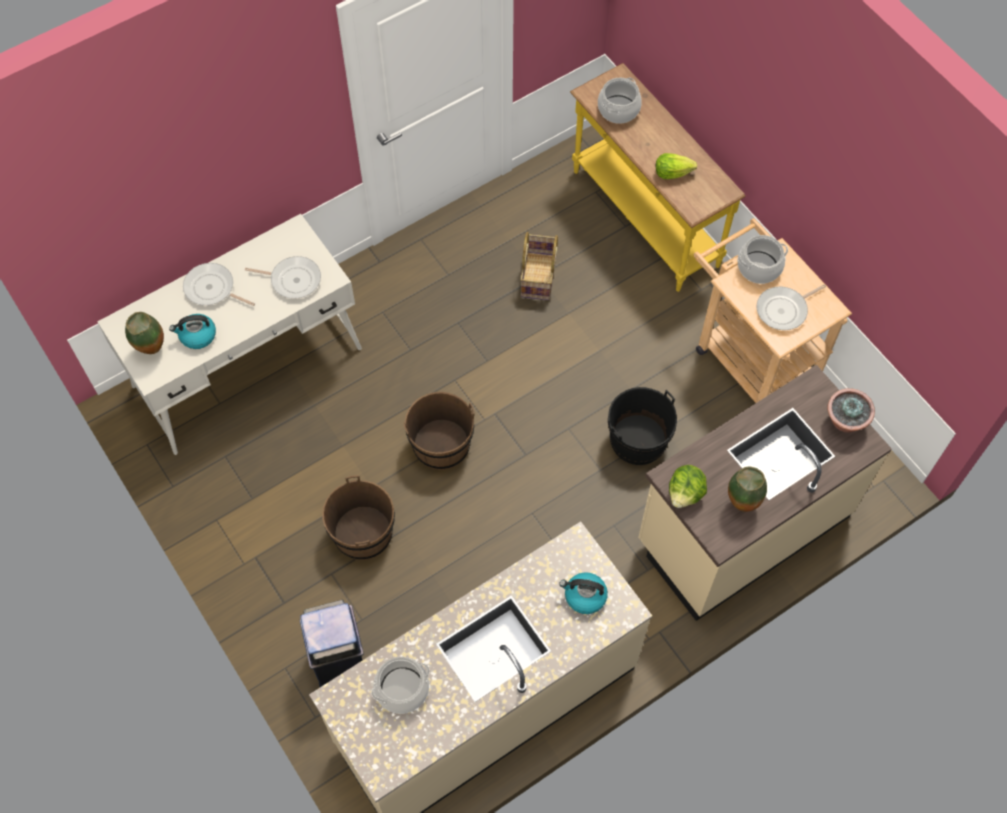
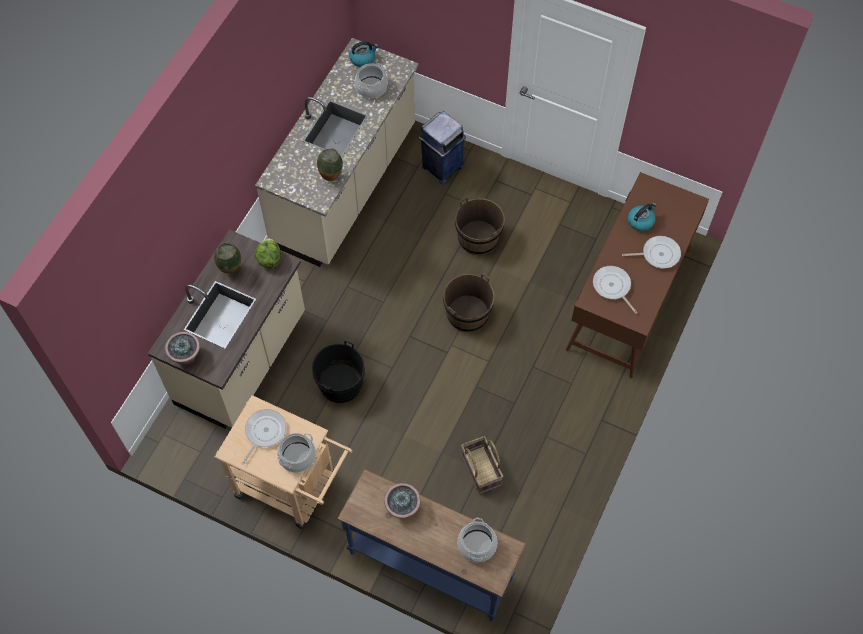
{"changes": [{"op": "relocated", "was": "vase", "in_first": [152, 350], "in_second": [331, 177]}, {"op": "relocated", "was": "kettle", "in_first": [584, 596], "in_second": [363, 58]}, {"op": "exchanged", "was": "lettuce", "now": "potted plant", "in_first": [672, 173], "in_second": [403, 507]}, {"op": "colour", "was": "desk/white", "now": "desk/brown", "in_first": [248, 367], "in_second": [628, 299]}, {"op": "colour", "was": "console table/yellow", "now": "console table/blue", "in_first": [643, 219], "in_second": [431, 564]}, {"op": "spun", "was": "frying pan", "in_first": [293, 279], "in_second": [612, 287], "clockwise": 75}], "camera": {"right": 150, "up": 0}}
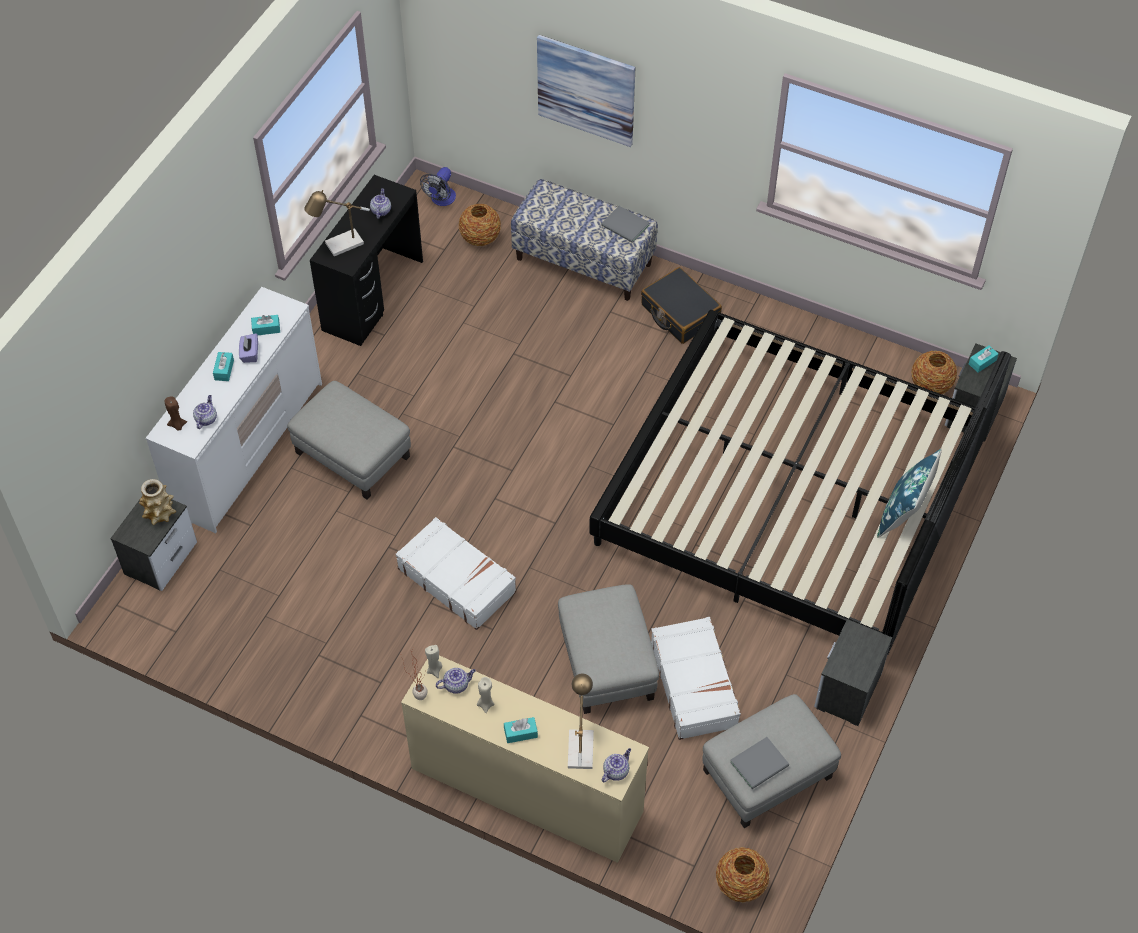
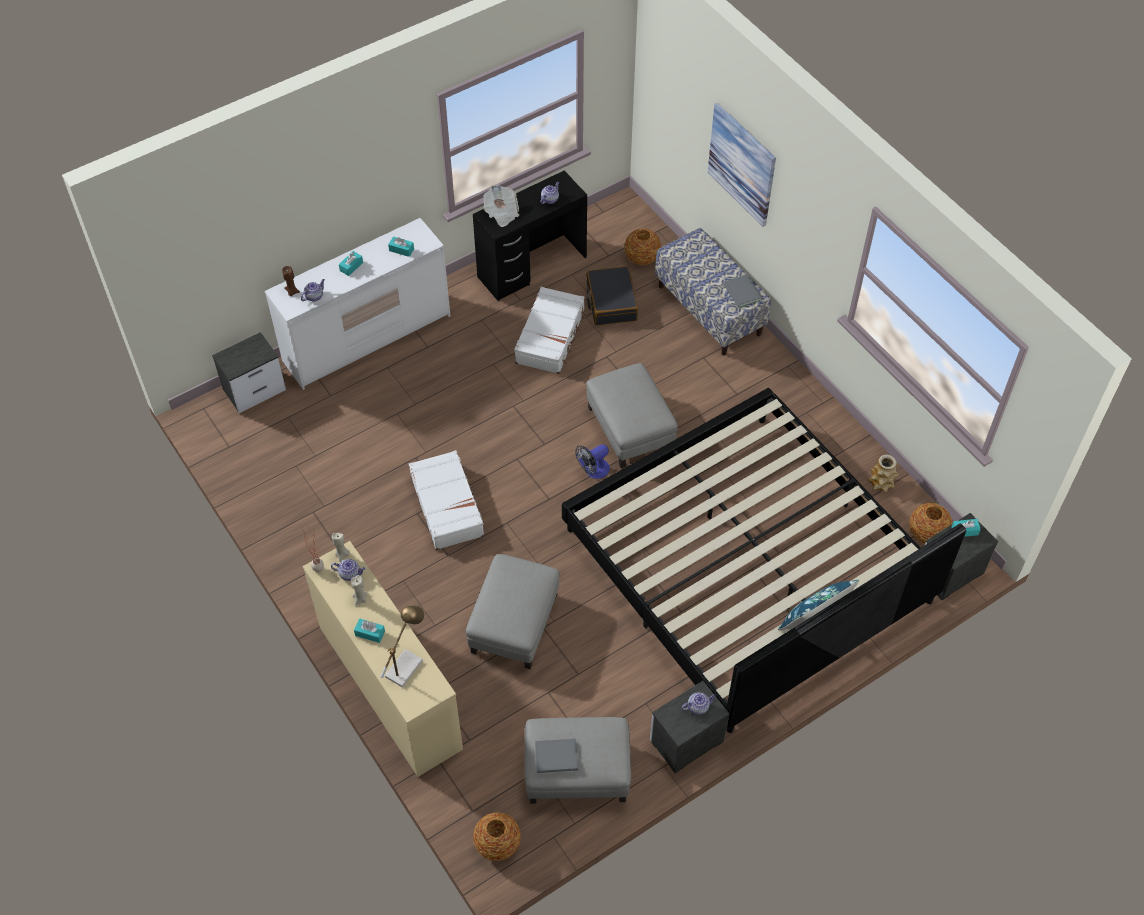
{"changes": [{"op": "missing", "was": "tissue box/purple", "in_first": [250, 354]}, {"op": "relocated", "was": "vase", "in_first": [160, 513], "in_second": [881, 483]}, {"op": "relocated", "was": "ottoman/grey", "in_first": [353, 454], "in_second": [630, 428]}, {"op": "relocated", "was": "fan", "in_first": [441, 200], "in_second": [593, 471]}, {"op": "relocated", "was": "teapot", "in_first": [616, 771], "in_second": [698, 706]}, {"op": "relocated", "was": "suitcase/black", "in_first": [680, 313], "in_second": [611, 302]}, {"op": "relocated", "was": "suitcase/white", "in_first": [694, 684], "in_second": [551, 337]}, {"op": "exchanged", "was": "table lamp", "now": "newspaper", "in_first": [340, 246], "in_second": [501, 213]}], "camera": {"right": 30, "up": 0}}
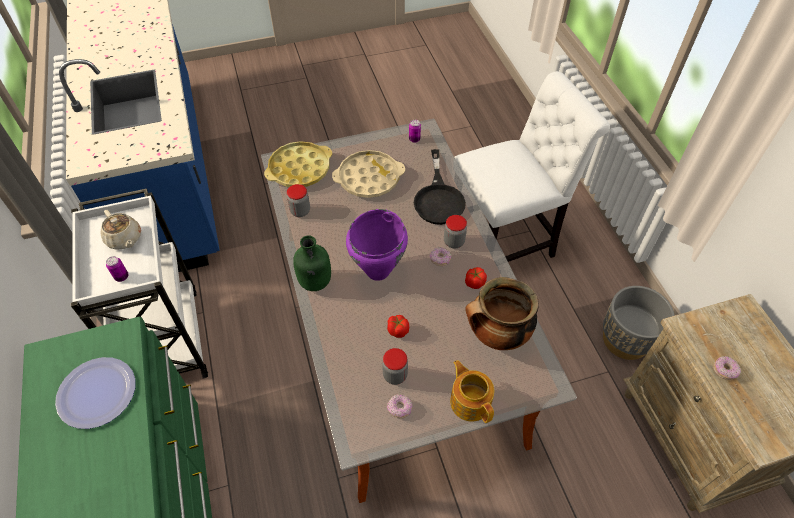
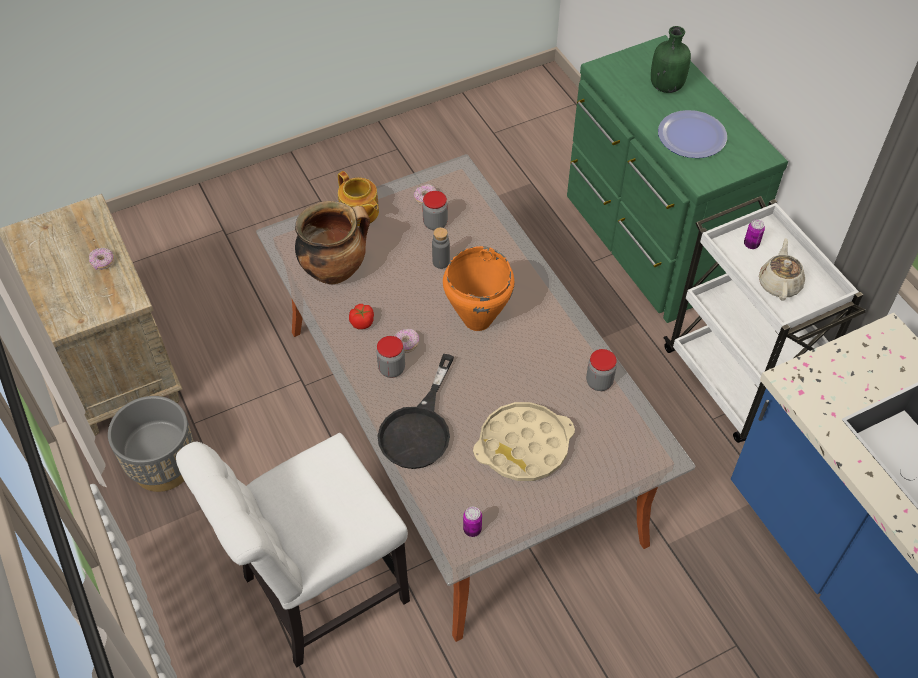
{"changes": [{"op": "missing", "was": "tray/yellow", "in_first": [299, 169]}, {"op": "relocated", "was": "bottle/green", "in_first": [315, 282], "in_second": [666, 86]}, {"op": "exchanged", "was": "tomato", "now": "bottle/grey", "in_first": [398, 330], "in_second": [441, 262]}, {"op": "colour", "was": "cooking pot/purple", "now": "cooking pot/orange", "in_first": [378, 271], "in_second": [477, 320]}, {"op": "spun", "was": "teapot/beige", "in_first": [124, 239], "in_second": [779, 283], "clockwise": 60}, {"op": "spun", "was": "frying pan/black", "in_first": [438, 198], "in_second": [419, 428], "clockwise": -150}], "camera": {"right": 170, "up": 0}}
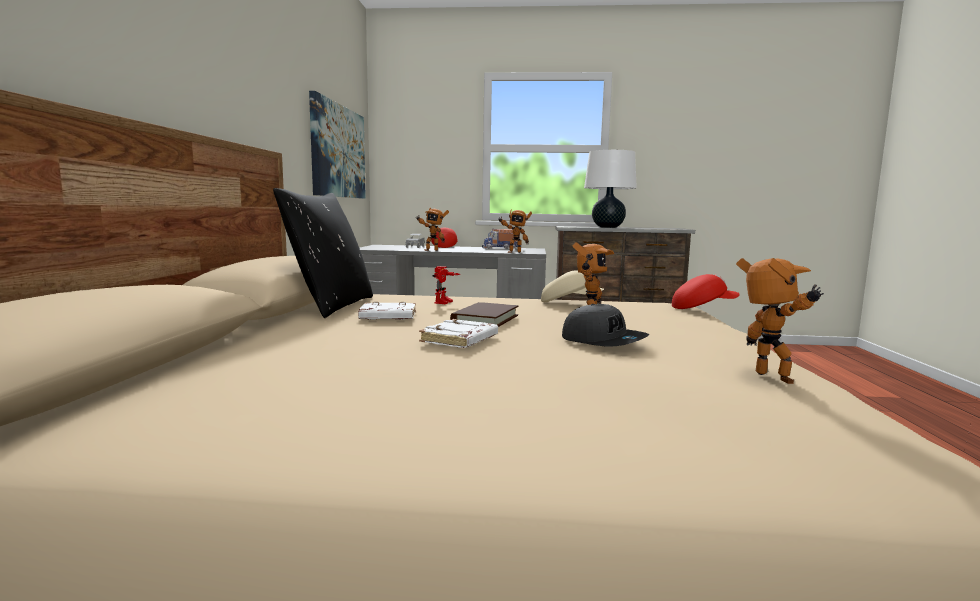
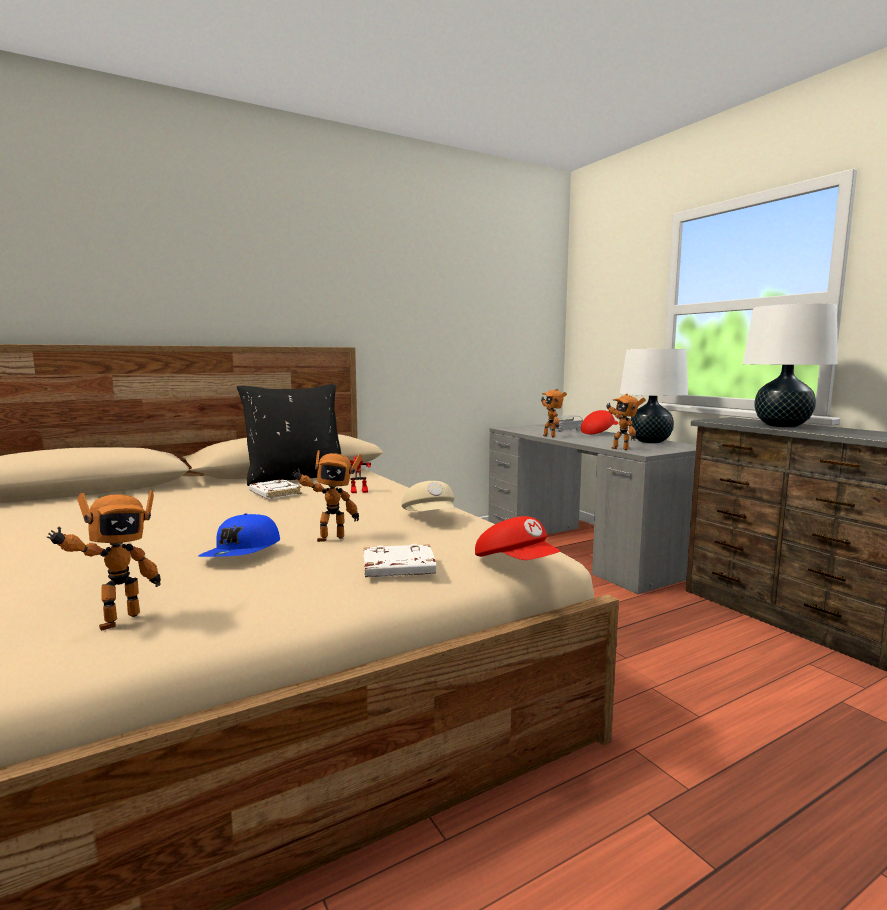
{"changes": [{"op": "missing", "was": "picture", "in_first": [338, 151]}, {"op": "missing", "was": "book/brown", "in_first": [485, 319]}, {"op": "relocated", "was": "book/white", "in_first": [460, 340], "in_second": [398, 568]}, {"op": "exchanged", "was": "toy truck", "now": "table lamp/white", "in_first": [501, 248], "in_second": [650, 441]}, {"op": "colour", "was": "cap/grey", "now": "cap/blue", "in_first": [603, 341], "in_second": [243, 552]}], "camera": {"right": 55, "up": 0}}
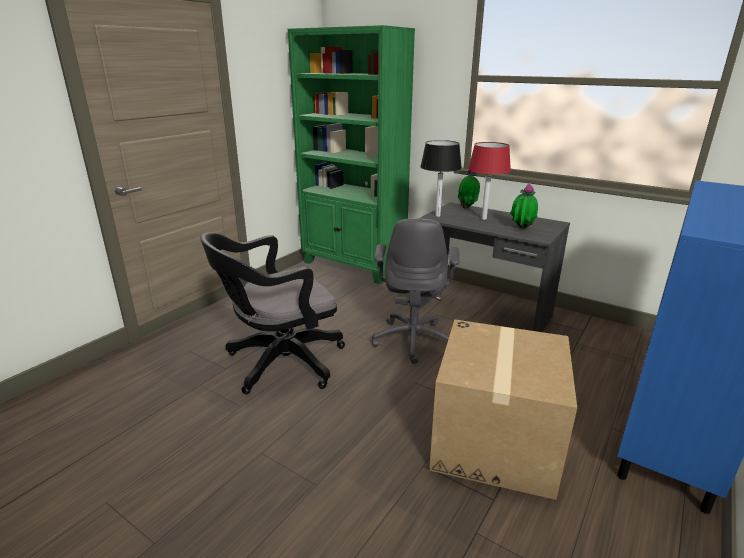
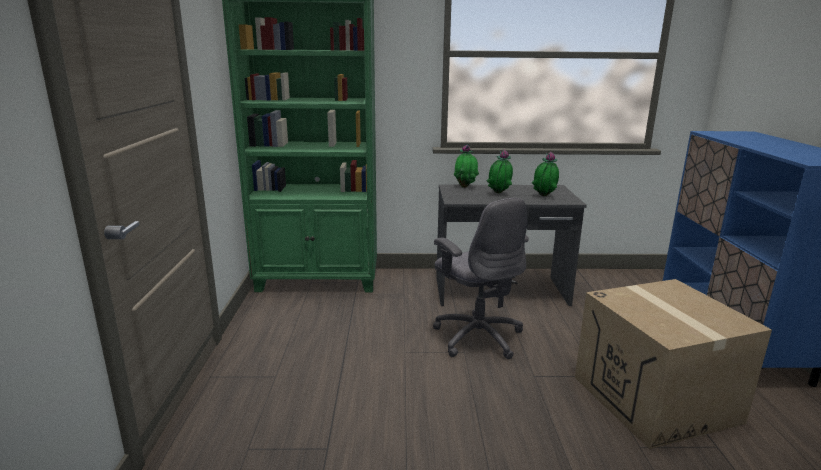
{"changes": [{"op": "missing", "was": "office chair/black", "in_first": [280, 363]}, {"op": "missing", "was": "table lamp/black", "in_first": [437, 216]}, {"op": "exchanged", "was": "table lamp/red", "now": "potted plant", "in_first": [483, 219], "in_second": [499, 194]}], "camera": {"right": -35, "up": -5}}
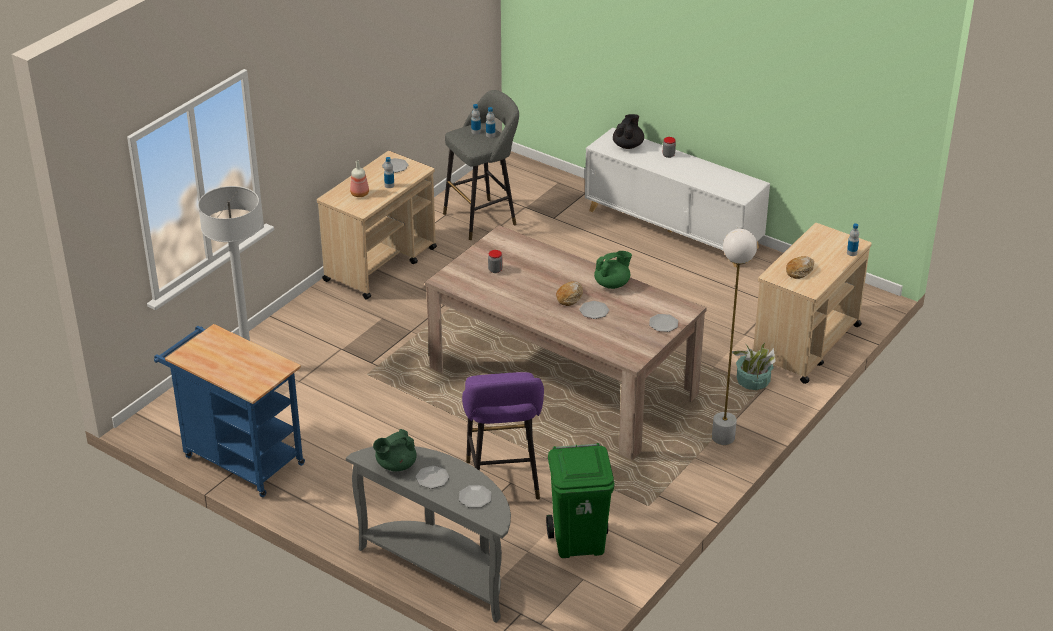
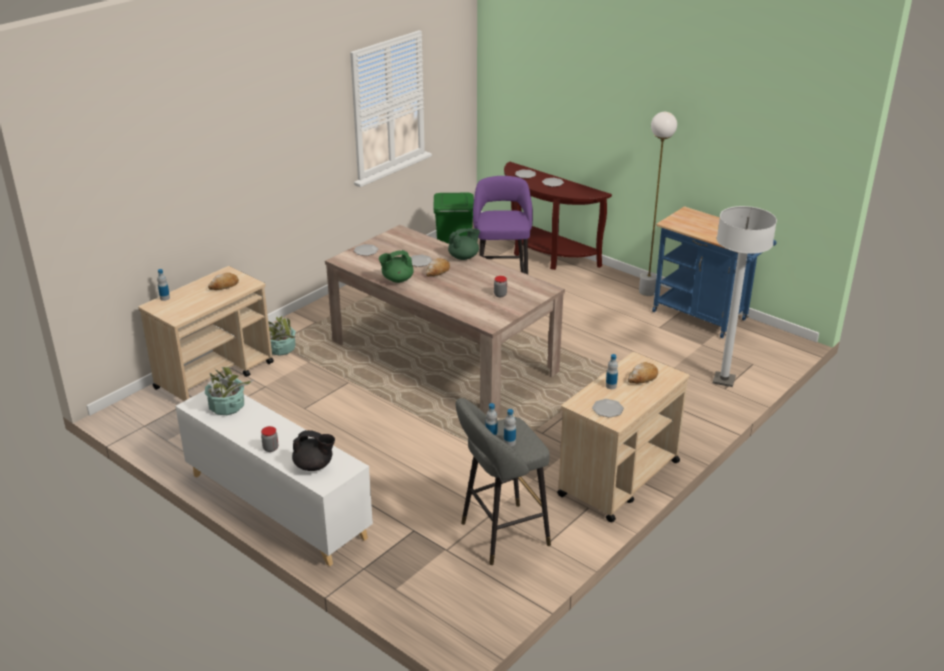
{"changes": [{"op": "appeared", "now": "potted plant", "in_second": [227, 406]}, {"op": "relocated", "was": "teapot/green", "in_first": [395, 465], "in_second": [464, 257]}, {"op": "relocated", "was": "floor lamp/white", "in_first": [723, 437], "in_second": [647, 292]}, {"op": "exchanged", "was": "bottle", "now": "bread", "in_first": [360, 193], "in_second": [642, 378]}, {"op": "colour", "was": "console table/grey", "now": "console table/brown", "in_first": [442, 570], "in_second": [545, 255]}, {"op": "spun", "was": "teapot/black", "in_first": [628, 145], "in_second": [314, 465], "clockwise": -105}], "camera": {"right": -175, "up": -5}}
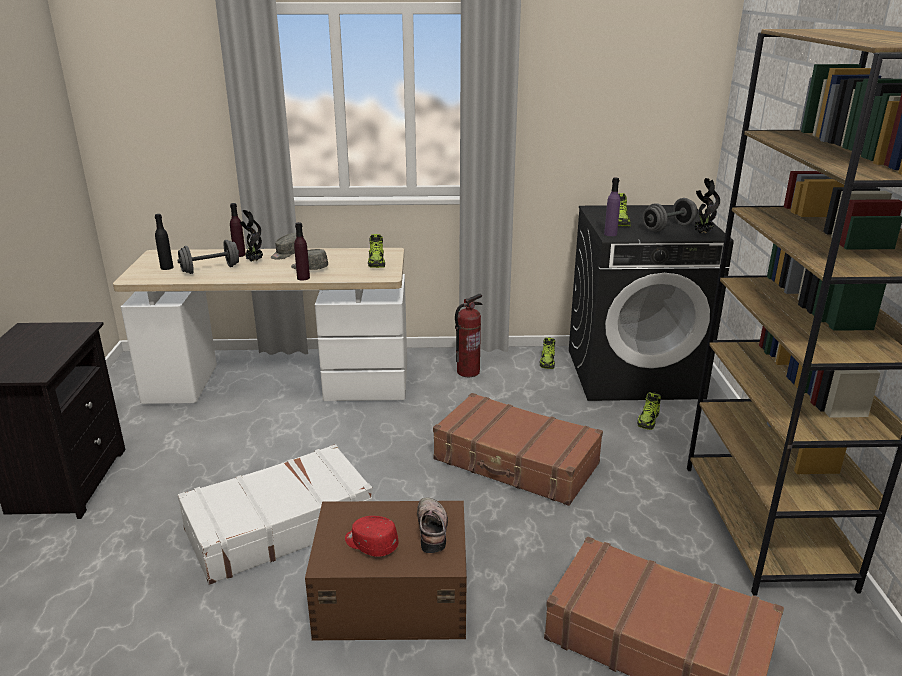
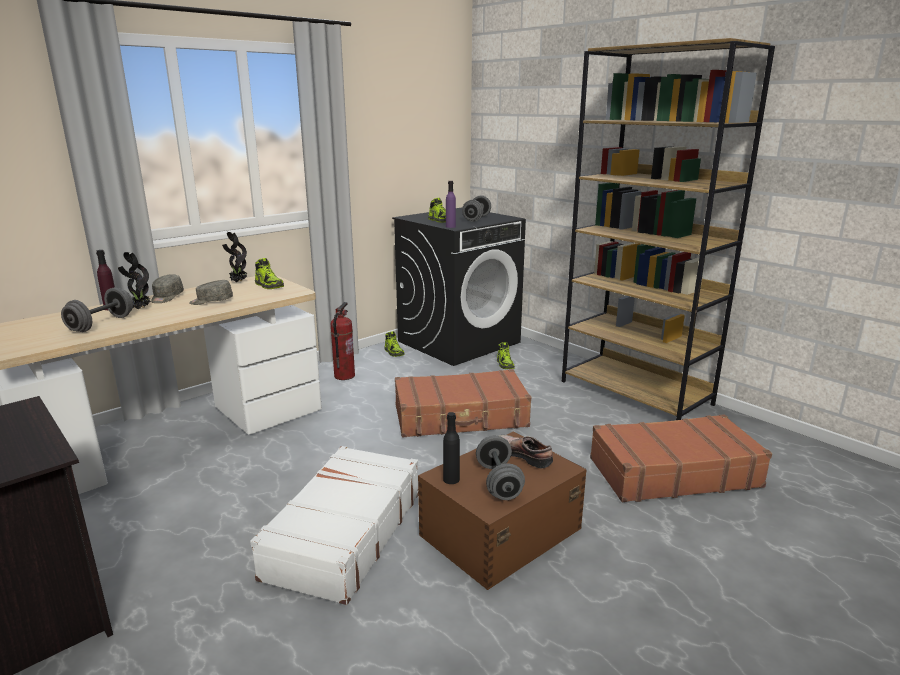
{"changes": [{"op": "missing", "was": "bottle/purple", "in_first": [303, 278]}, {"op": "relocated", "was": "bottle/black", "in_first": [167, 267], "in_second": [451, 479]}, {"op": "relocated", "was": "potted plant", "in_first": [702, 233], "in_second": [238, 282]}, {"op": "exchanged", "was": "cap/red", "now": "dumbbell/grey", "in_first": [370, 544], "in_second": [498, 482]}], "camera": {"right": -40, "up": -5}}
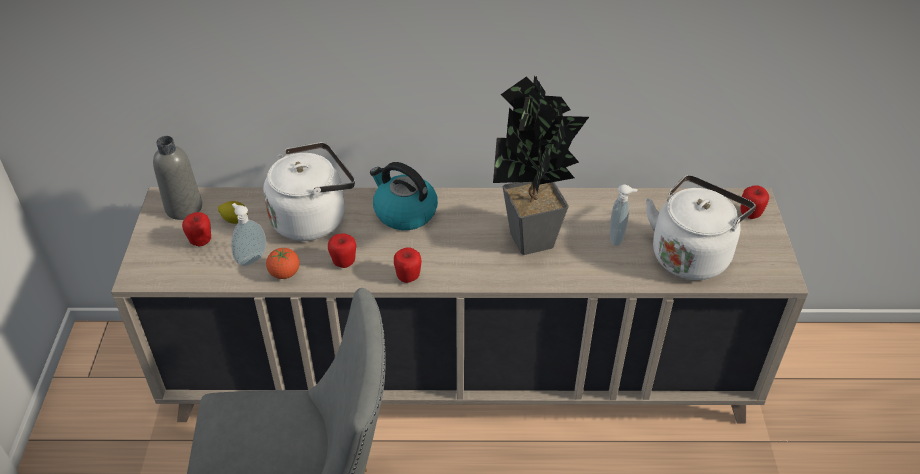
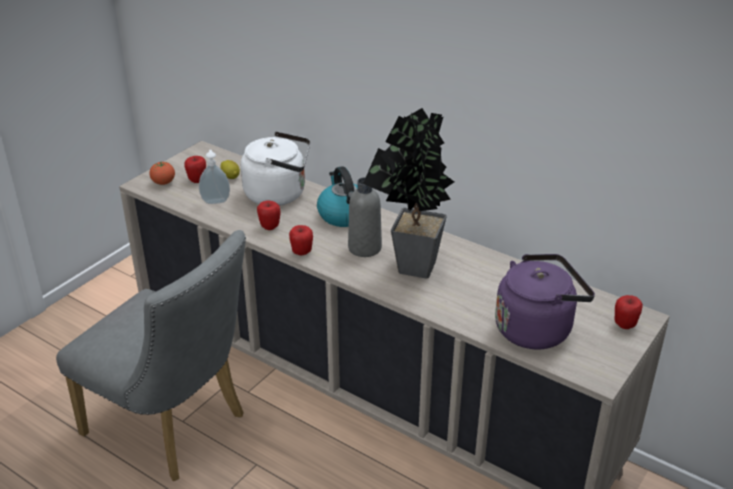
{"changes": [{"op": "missing", "was": "soap dispenser", "in_first": [618, 238]}, {"op": "relocated", "was": "bottle/grey", "in_first": [184, 208], "in_second": [364, 248]}, {"op": "relocated", "was": "tomato", "in_first": [284, 273], "in_second": [163, 183]}, {"op": "colour", "was": "kettle/white", "now": "kettle/purple", "in_first": [691, 254], "in_second": [537, 328]}], "camera": {"right": 35, "up": -10}}
